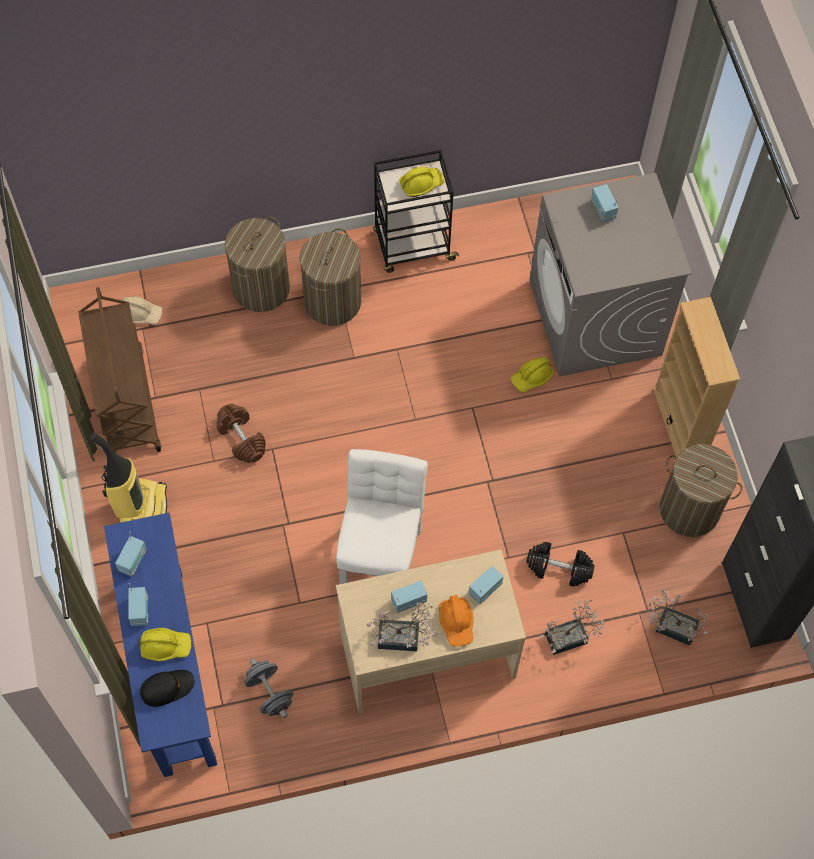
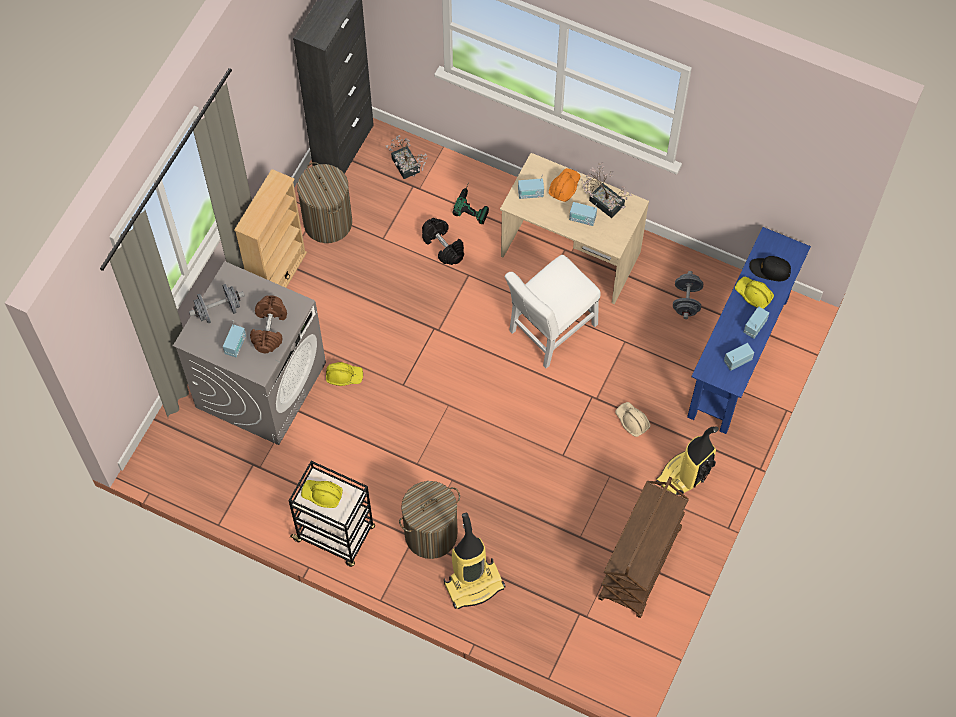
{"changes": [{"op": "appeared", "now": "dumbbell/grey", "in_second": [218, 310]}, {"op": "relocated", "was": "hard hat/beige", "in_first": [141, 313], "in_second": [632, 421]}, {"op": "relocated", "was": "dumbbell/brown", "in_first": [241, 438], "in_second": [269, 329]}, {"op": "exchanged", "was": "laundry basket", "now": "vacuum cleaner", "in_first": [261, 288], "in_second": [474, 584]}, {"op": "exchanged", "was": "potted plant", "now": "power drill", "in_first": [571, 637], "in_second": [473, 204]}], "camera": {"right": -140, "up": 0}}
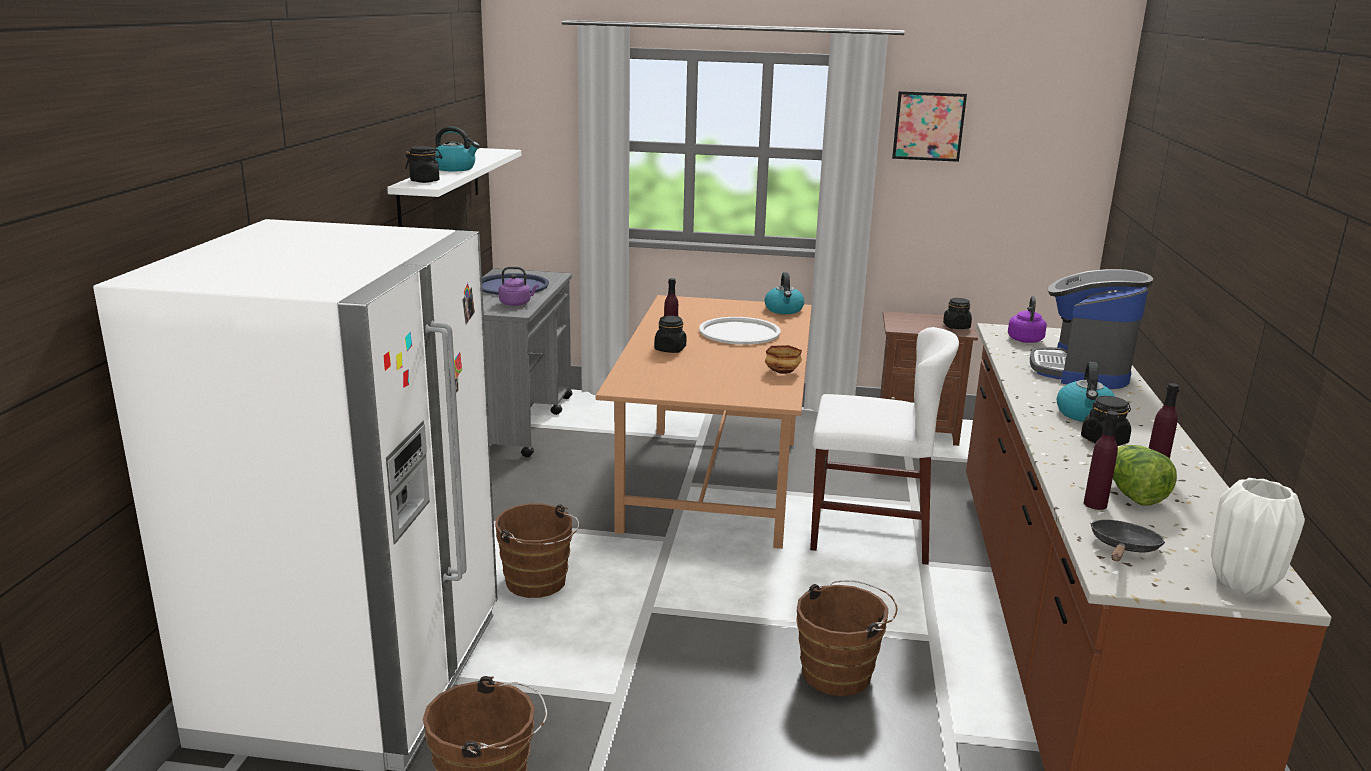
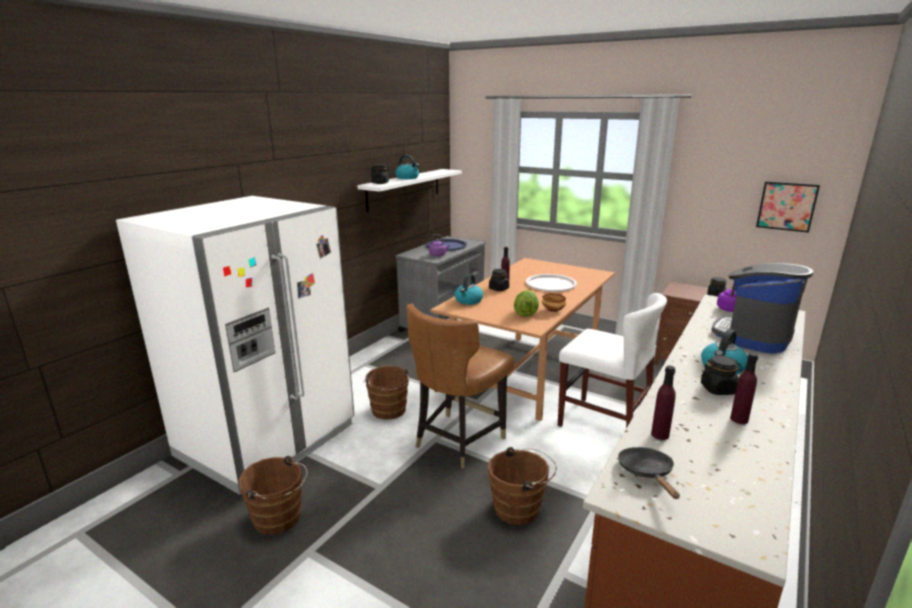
{"changes": [{"op": "missing", "was": "vase/white", "in_first": [1241, 582]}, {"op": "appeared", "now": "chair/brown", "in_second": [458, 440]}, {"op": "relocated", "was": "kettle", "in_first": [784, 310], "in_second": [468, 301]}, {"op": "relocated", "was": "picture", "in_first": [928, 126], "in_second": [786, 206]}, {"op": "relocated", "was": "lettuce", "in_first": [1132, 495], "in_second": [526, 312]}, {"op": "spun", "was": "frying pan/black", "in_first": [1123, 548], "in_second": [647, 473], "clockwise": -60}], "camera": {"right": 25, "up": 0}}
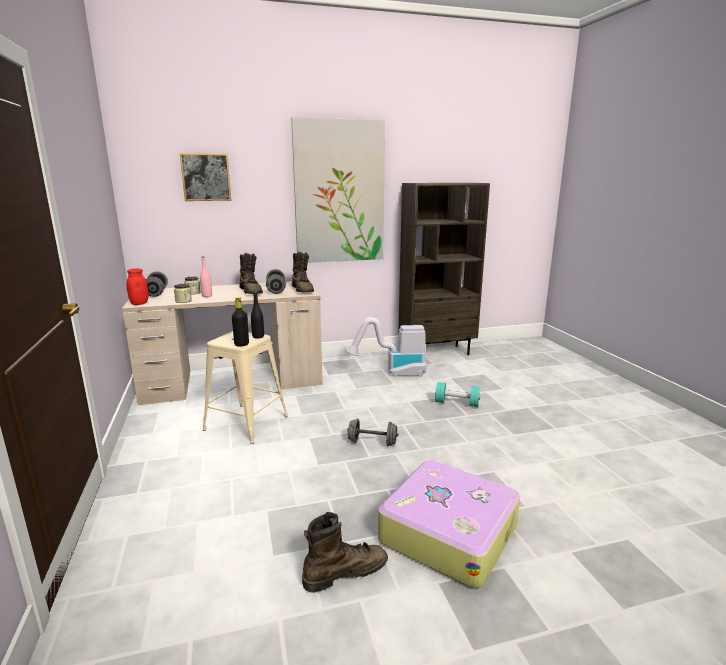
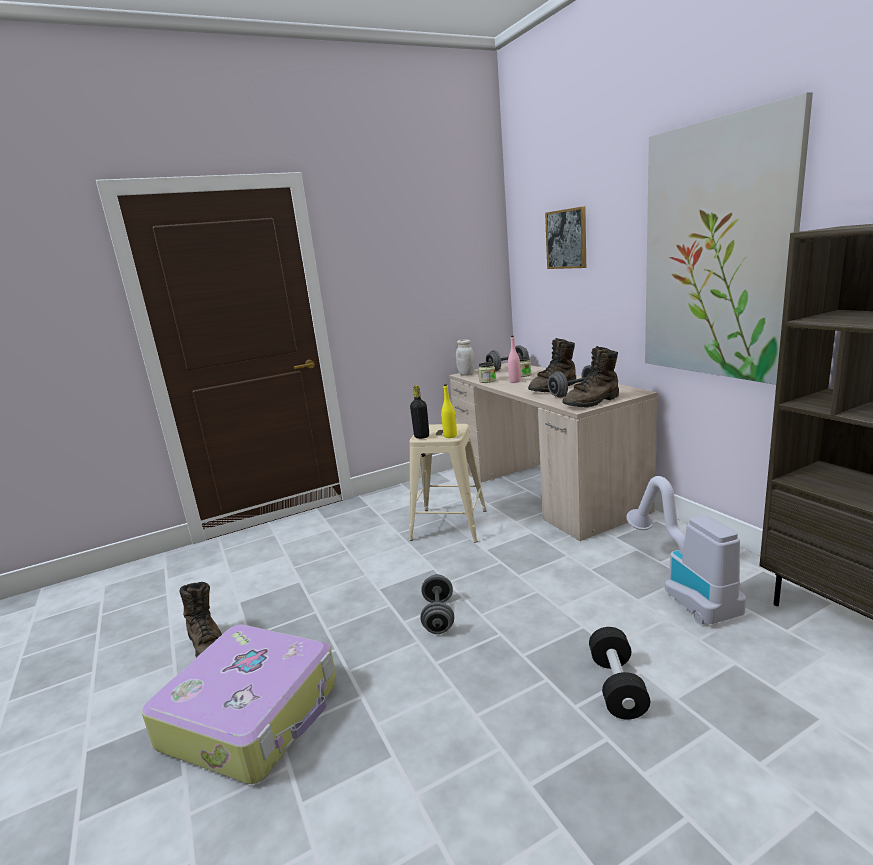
{"changes": [{"op": "colour", "was": "jar/red", "now": "jar/white", "in_first": [139, 303], "in_second": [466, 374]}, {"op": "colour", "was": "bottle/black", "now": "bottle/yellow", "in_first": [258, 336], "in_second": [450, 436]}, {"op": "colour", "was": "dumbbell/turquoise", "now": "dumbbell/black", "in_first": [457, 403], "in_second": [617, 686]}], "camera": {"right": 80, "up": 0}}
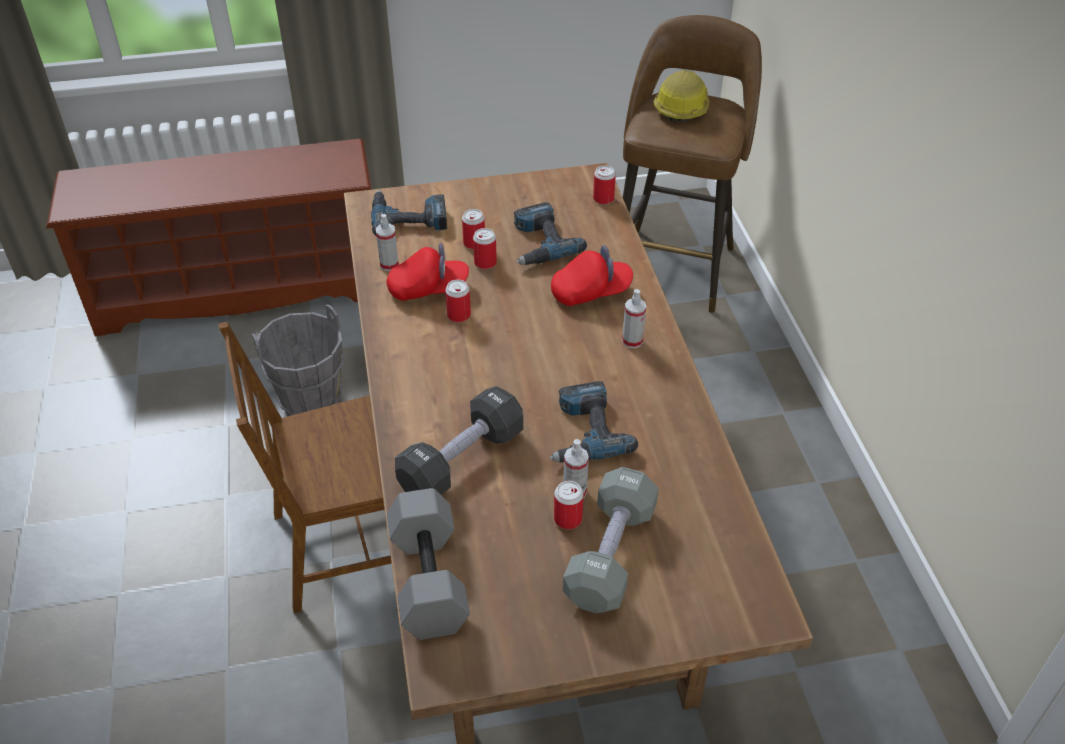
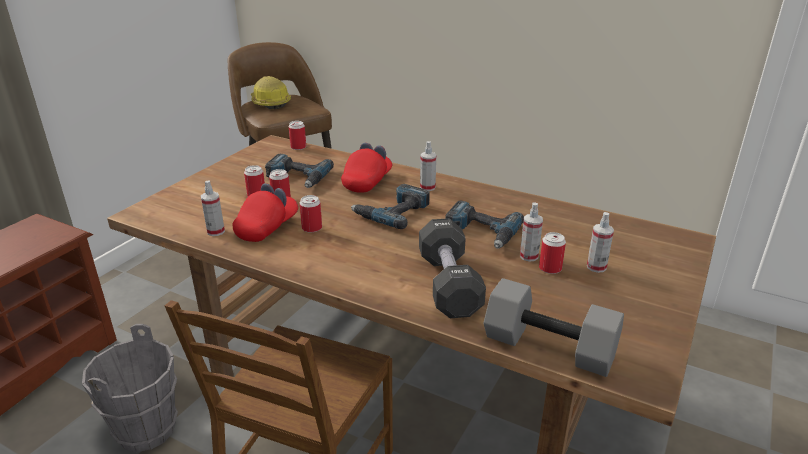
{"changes": [{"op": "relocated", "was": "power drill", "in_first": [409, 217], "in_second": [392, 212]}, {"op": "exchanged", "was": "dumbbell/grey", "now": "spray bottle", "in_first": [610, 555], "in_second": [596, 267]}], "camera": {"right": -50, "up": -15}}
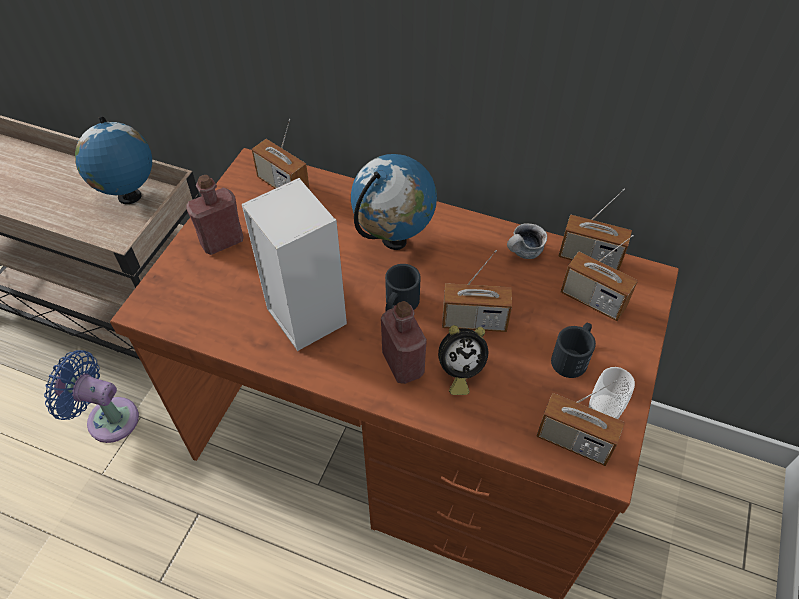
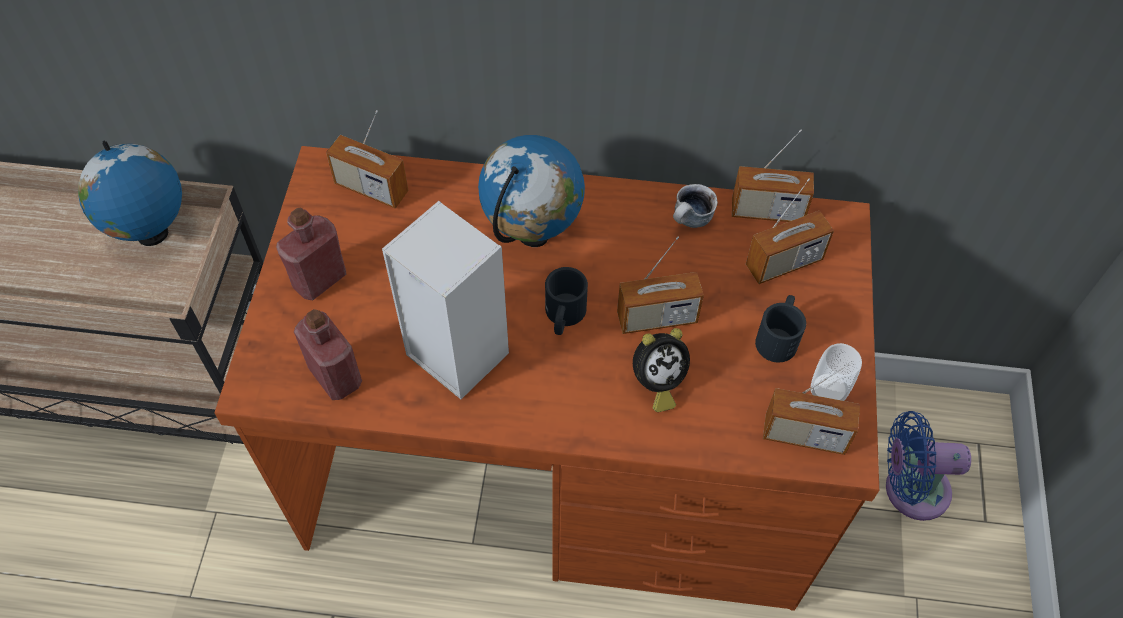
{"changes": [{"op": "relocated", "was": "fan/blue", "in_first": [107, 418], "in_second": [909, 489]}, {"op": "relocated", "was": "bottle/red", "in_first": [403, 364], "in_second": [335, 376]}, {"op": "spun", "was": "radio", "in_first": [592, 300], "in_second": [784, 263], "clockwise": -45}], "camera": {"right": -15, "up": 5}}
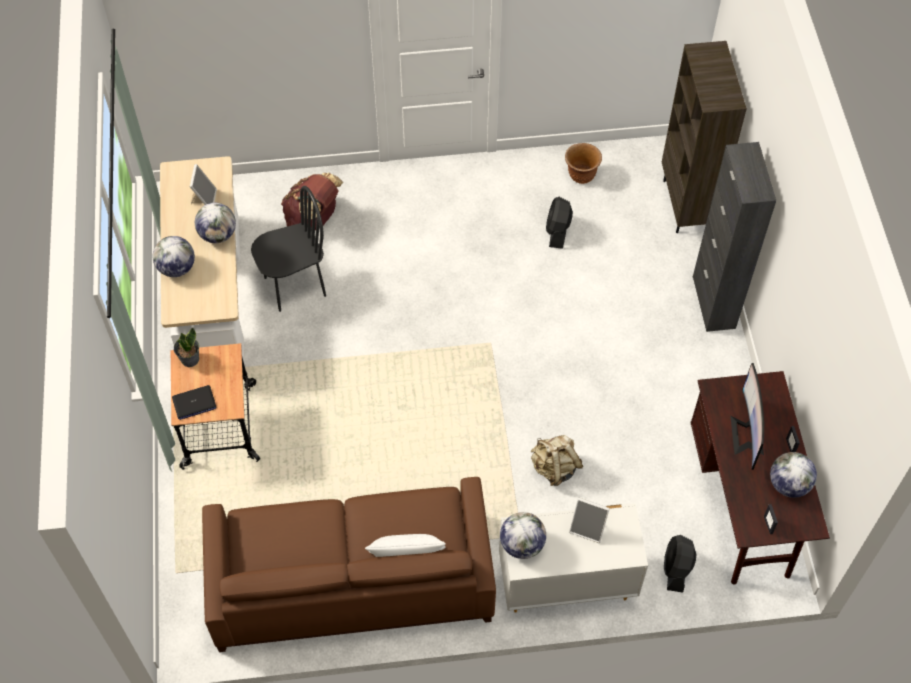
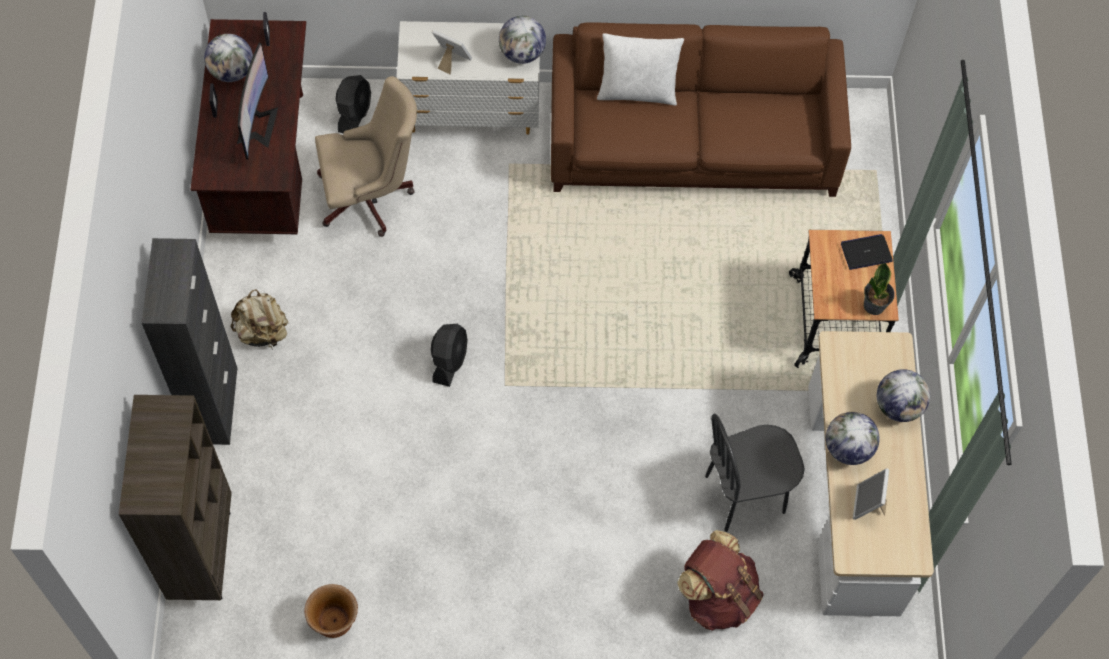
{"changes": [{"op": "appeared", "now": "office chair/beige", "in_second": [371, 197]}, {"op": "relocated", "was": "backpack/beige", "in_first": [554, 468], "in_second": [263, 332]}, {"op": "relocated", "was": "fan/black", "in_first": [558, 231], "in_second": [449, 360]}], "camera": {"right": -175, "up": 5}}
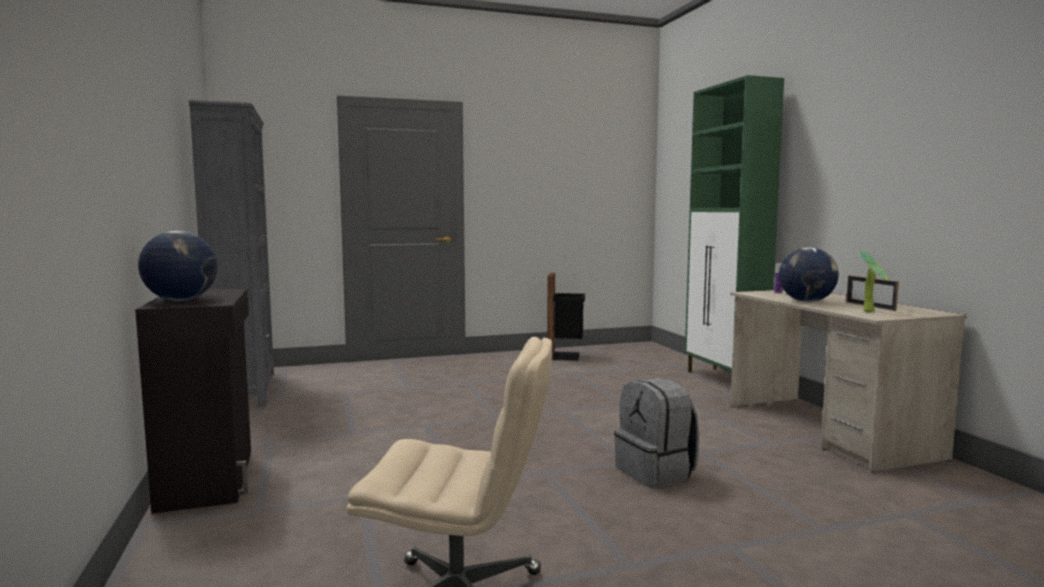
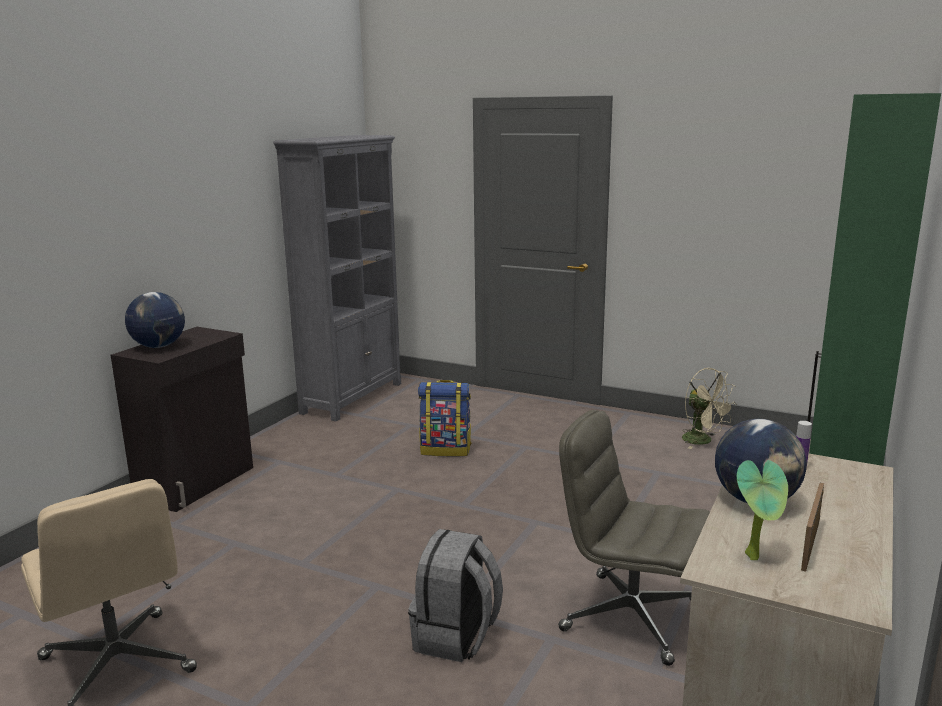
{"changes": [{"op": "appeared", "now": "backpack", "in_second": [446, 449]}, {"op": "appeared", "now": "office chair/grey", "in_second": [629, 617]}, {"op": "exchanged", "was": "trash can/black", "now": "fan/beige", "in_first": [565, 356], "in_second": [703, 441]}], "camera": {"right": 45, "up": 10}}
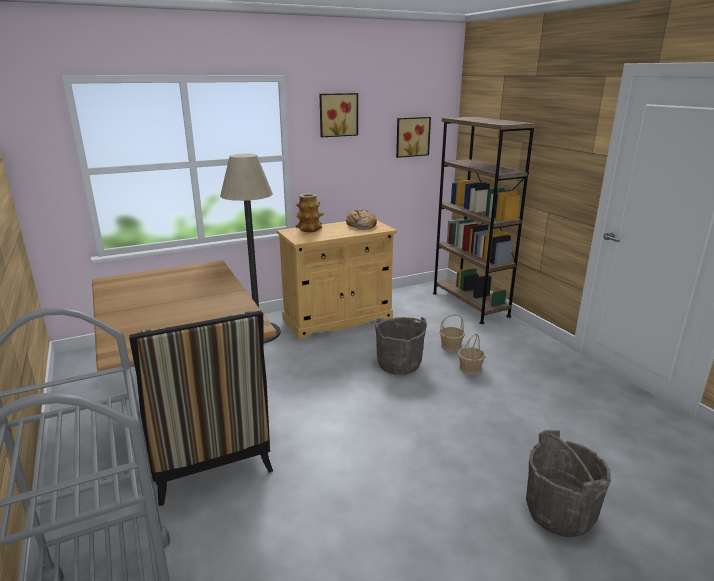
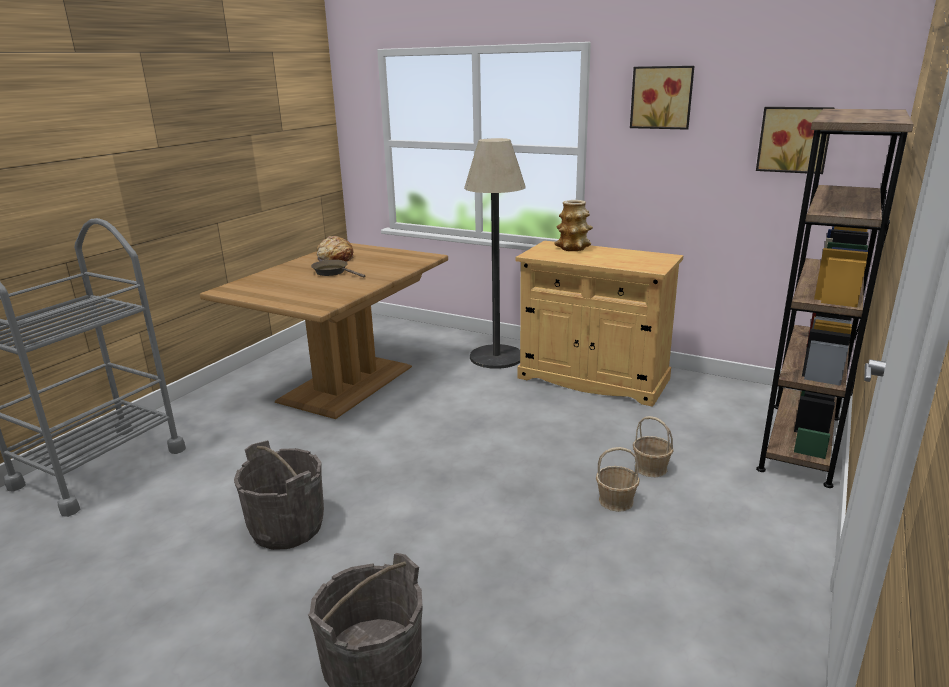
{"changes": [{"op": "missing", "was": "chair", "in_first": [208, 455]}, {"op": "appeared", "now": "frying pan/brown", "in_second": [333, 272]}, {"op": "relocated", "was": "bread", "in_first": [360, 226], "in_second": [335, 258]}, {"op": "relocated", "was": "bucket/grey", "in_first": [399, 364], "in_second": [287, 527]}], "camera": {"right": 55, "up": 0}}
